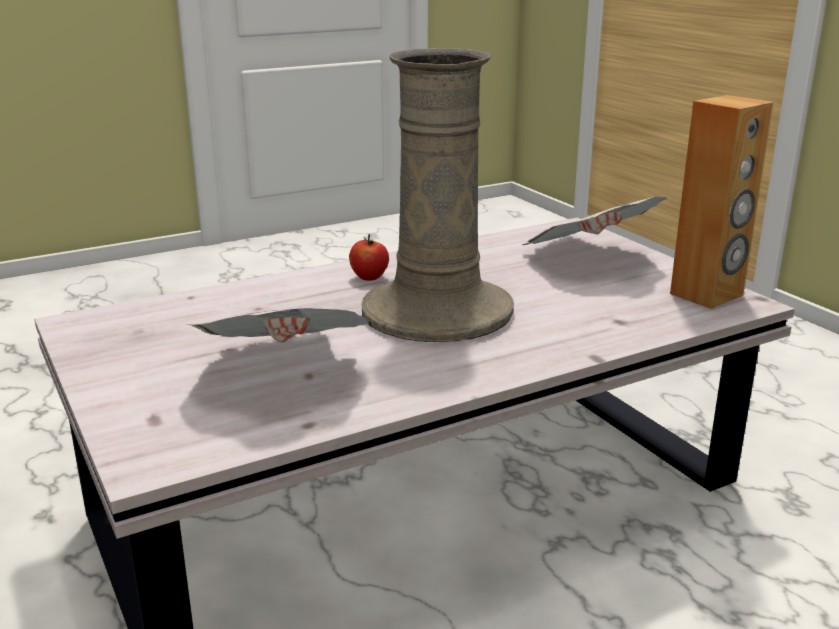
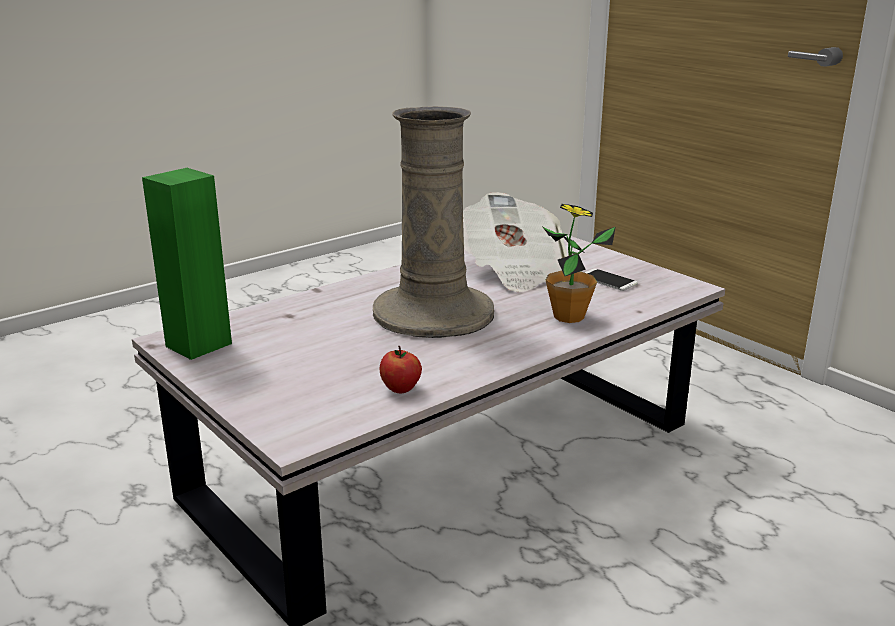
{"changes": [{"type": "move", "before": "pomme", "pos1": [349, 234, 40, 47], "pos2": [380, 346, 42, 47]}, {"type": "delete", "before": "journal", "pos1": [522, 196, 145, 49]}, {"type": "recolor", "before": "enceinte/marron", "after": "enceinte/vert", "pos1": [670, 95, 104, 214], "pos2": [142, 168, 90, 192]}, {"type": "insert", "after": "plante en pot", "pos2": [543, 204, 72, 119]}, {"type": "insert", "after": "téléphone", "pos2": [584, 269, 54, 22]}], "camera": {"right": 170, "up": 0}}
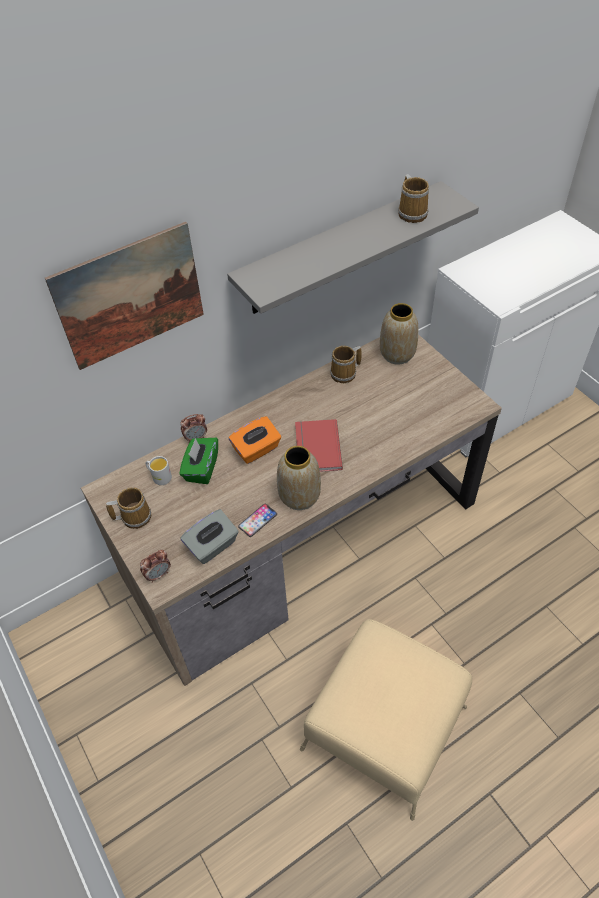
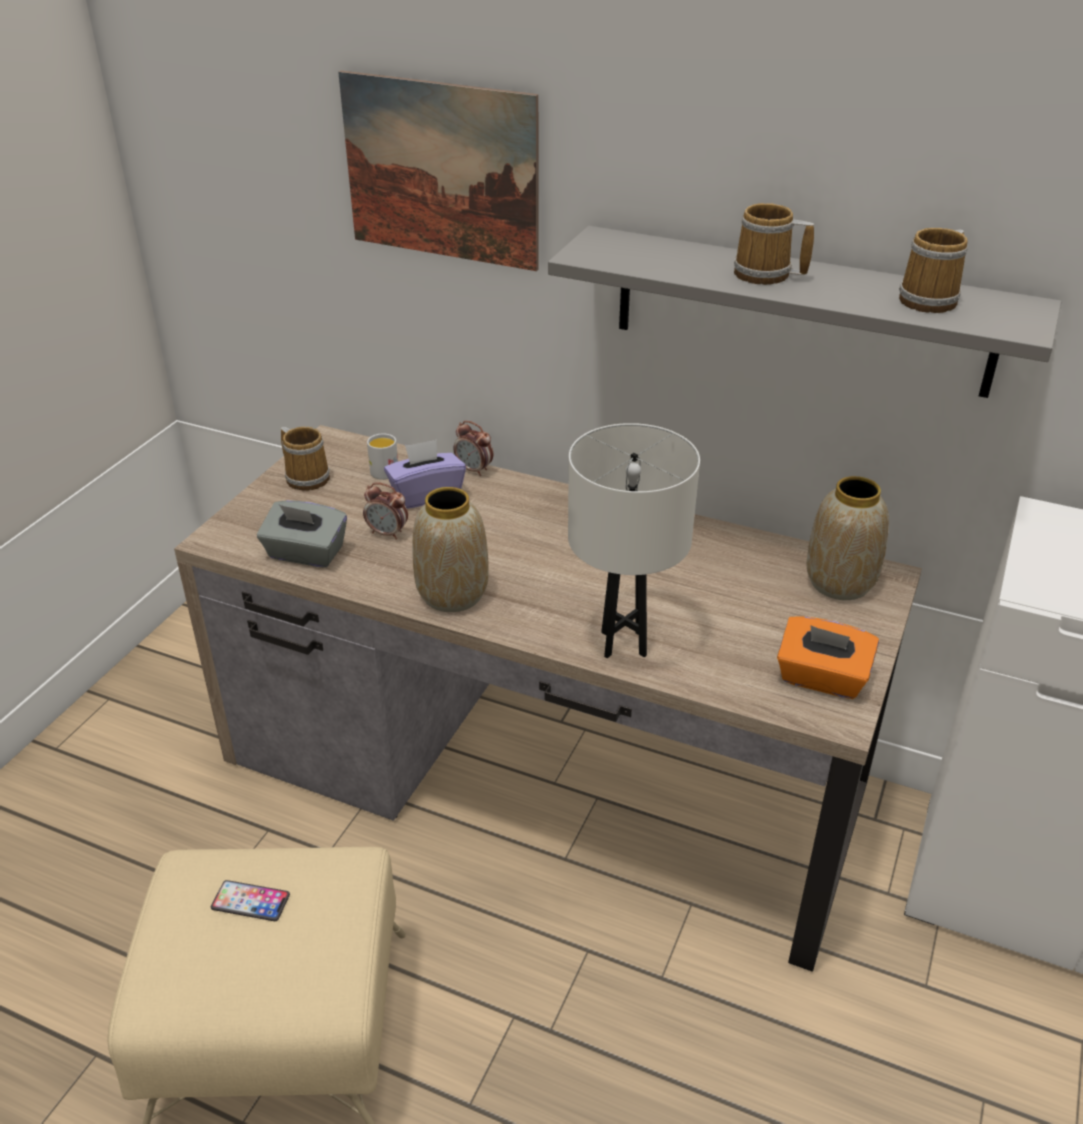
{"changes": [{"type": "move", "before": "réveil", "pos1": [140, 550, 31, 33], "pos2": [363, 483, 45, 57]}, {"type": "recolor", "before": "boîte à mouchoirs/vert", "after": "boîte à mouchoirs/violet", "pos1": [179, 438, 39, 46], "pos2": [384, 440, 82, 69]}, {"type": "move", "before": "boîte à mouchoirs/orange", "pos1": [229, 416, 52, 48], "pos2": [777, 616, 102, 83]}, {"type": "move", "before": "téléphone", "pos1": [238, 504, 39, 33], "pos2": [211, 880, 79, 41]}, {"type": "delete", "before": "livre/rouge", "pos1": [295, 419, 48, 53]}, {"type": "move", "before": "mug", "pos1": [330, 346, 32, 37], "pos2": [734, 203, 80, 82]}, {"type": "insert", "after": "lampe de table/blanc", "pos2": [568, 423, 132, 235]}], "camera": {"right": 55, "up": -15}}
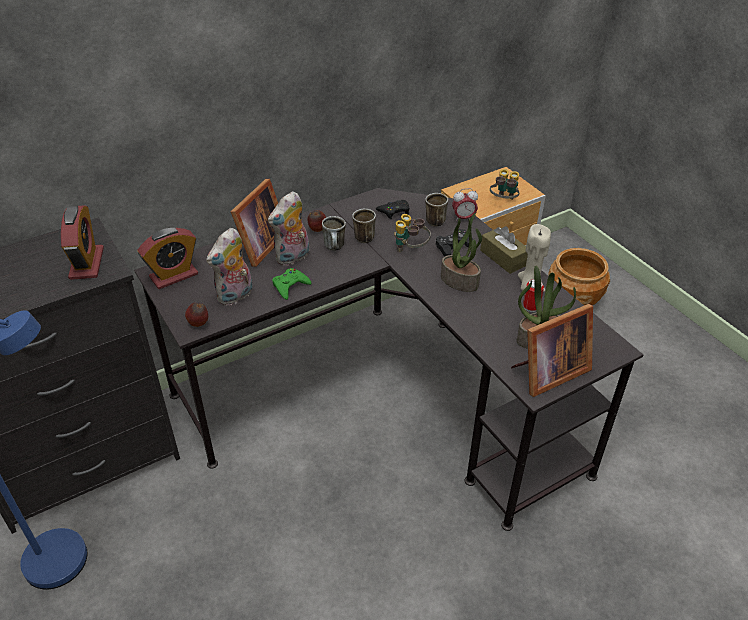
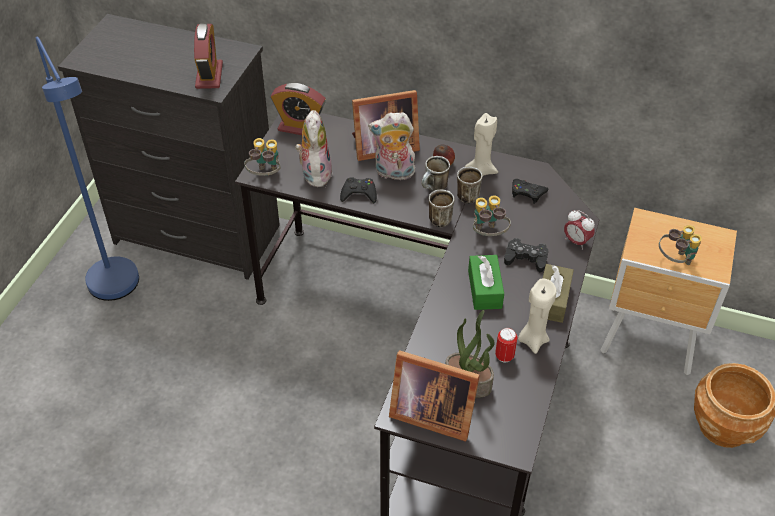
{"changes": [{"type": "rotate", "before": "réveil", "pos1": [61, 205, 43, 75], "pos2": [194, 23, 29, 66], "turn": -45}, {"type": "replace", "before": "pomme", "after": "jumelles", "pos1": [185, 303, 23, 24], "pos2": [244, 138, 36, 38]}, {"type": "rotate", "before": "peluche", "pos1": [206, 228, 47, 78], "pos2": [295, 110, 38, 77], "turn": 90}, {"type": "recolor", "before": "manette/vert", "after": "manette/noir", "pos1": [272, 268, 39, 32], "pos2": [340, 177, 37, 26]}, {"type": "move", "before": "mug", "pos1": [425, 193, 23, 34], "pos2": [429, 190, 25, 37]}, {"type": "replace", "before": "plante en pot", "after": "boîte à mouchoirs/vert", "pos1": [441, 213, 41, 79], "pos2": [468, 255, 36, 55]}, {"type": "insert", "after": "bougie/beige", "pos2": [465, 113, 33, 63]}], "camera": {"right": 50, "up": 5}}
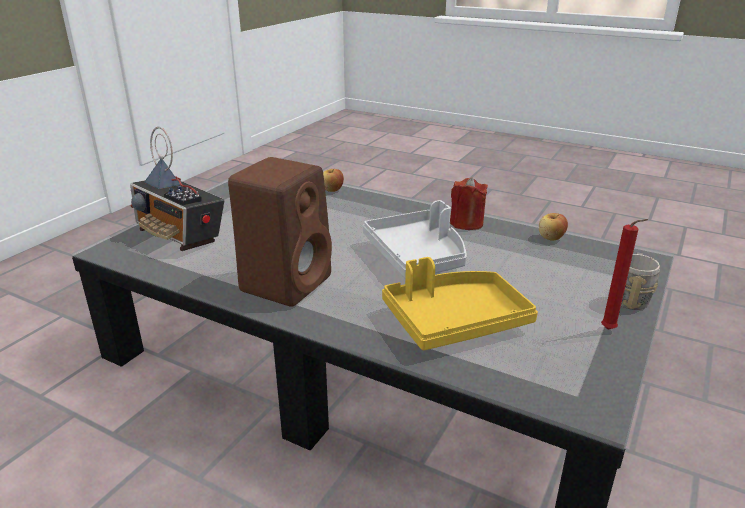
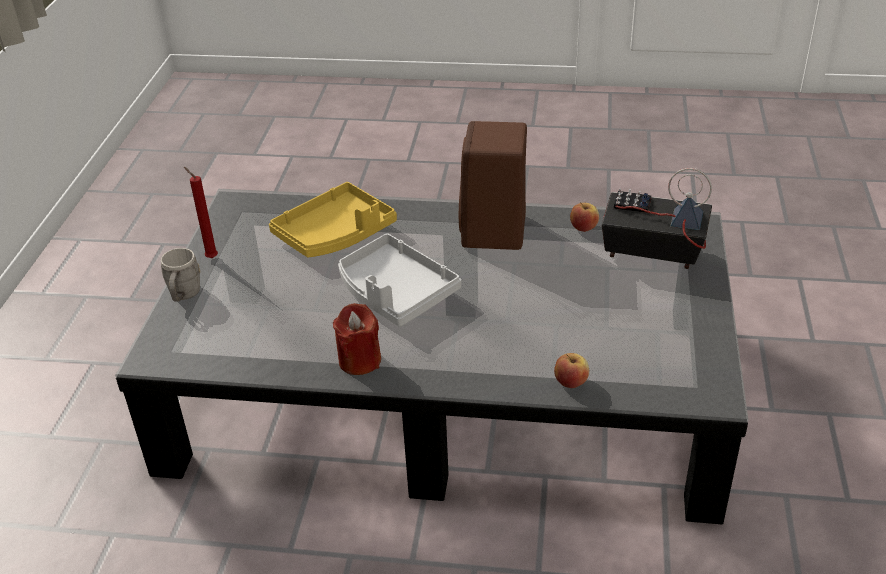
{"changes": [{"type": "move", "before": "pomme", "pos1": [539, 213, 29, 28], "pos2": [570, 202, 29, 30]}], "camera": {"right": 160, "up": 10}}
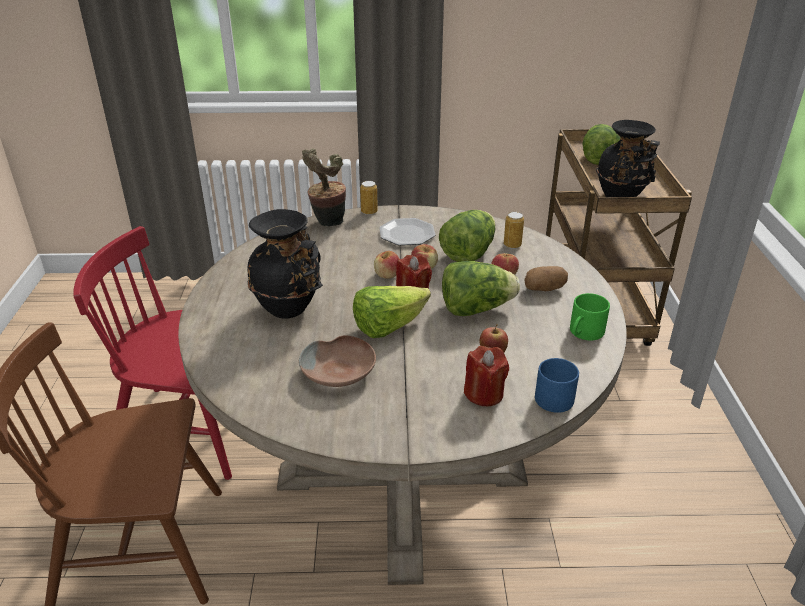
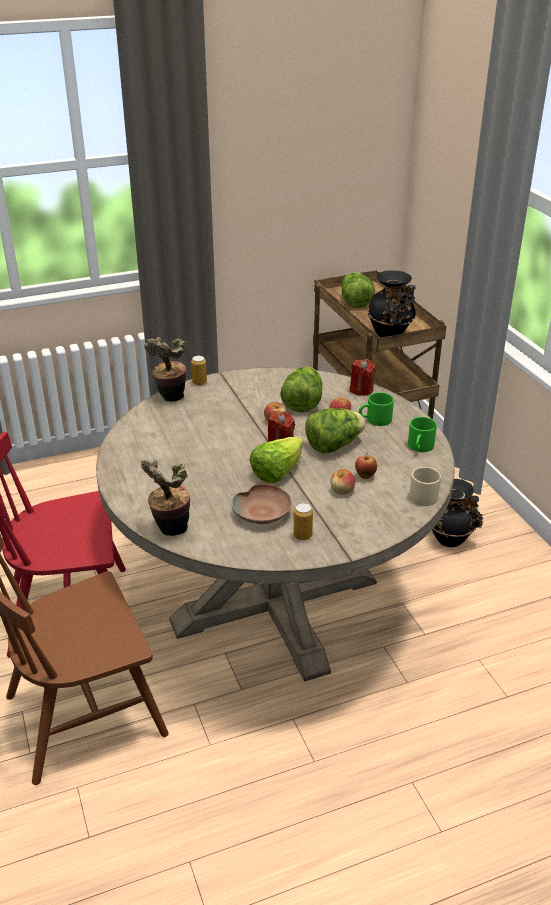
{"changes": [{"type": "move", "before": "vase/noir", "pos1": [248, 209, 75, 110], "pos2": [432, 479, 51, 68]}, {"type": "move", "before": "pomme", "pos1": [374, 251, 25, 28], "pos2": [330, 469, 25, 26]}, {"type": "delete", "before": "assiette", "pos1": [379, 218, 56, 28]}, {"type": "move", "before": "bougie/rouge", "pos1": [464, 346, 45, 60], "pos2": [350, 359, 26, 37]}, {"type": "move", "before": "boîte métallique", "pos1": [504, 212, 20, 37], "pos2": [294, 503, 19, 37]}, {"type": "replace", "before": "pomme de terre", "after": "mug/vert", "pos1": [524, 266, 44, 25], "pos2": [359, 392, 35, 34]}, {"type": "recolor", "before": "mug/bleu", "after": "mug/beige", "pos1": [535, 358, 44, 55], "pos2": [410, 467, 31, 39]}, {"type": "insert", "after": "plante en pot", "pos2": [141, 459, 49, 77]}], "camera": {"right": -20, "up": 0}}
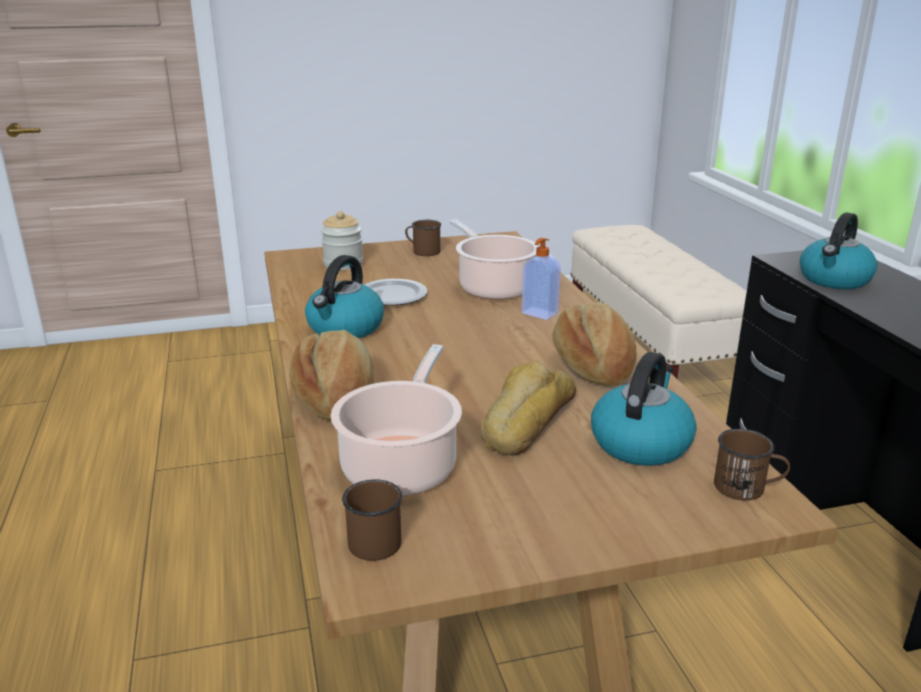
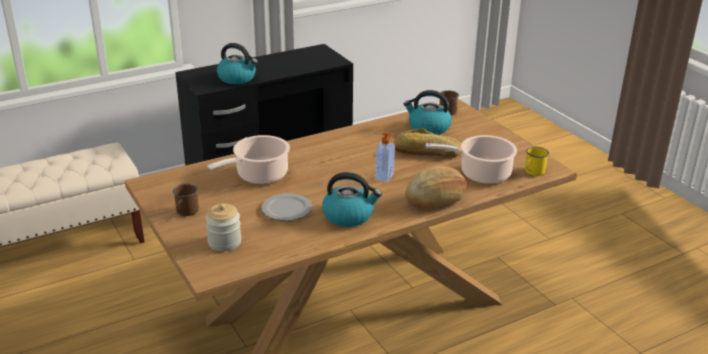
{"changes": [{"type": "recolor", "before": "mug/marron", "after": "mug/jaune", "pos1": [342, 479, 60, 82], "pos2": [525, 147, 24, 29]}, {"type": "move", "before": "distributeur de savon", "pos1": [522, 238, 39, 82], "pos2": [375, 132, 20, 50]}, {"type": "delete", "before": "pain", "pos1": [553, 302, 83, 84]}], "camera": {"right": -105, "up": 5}}
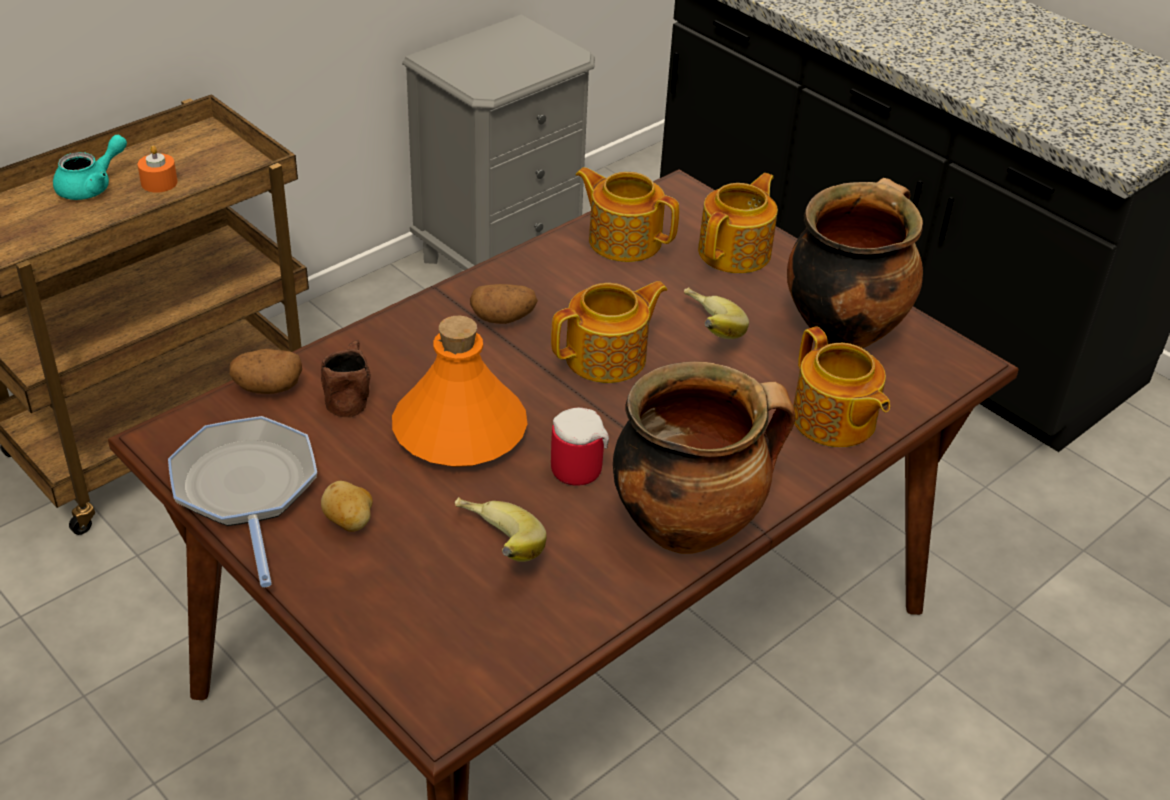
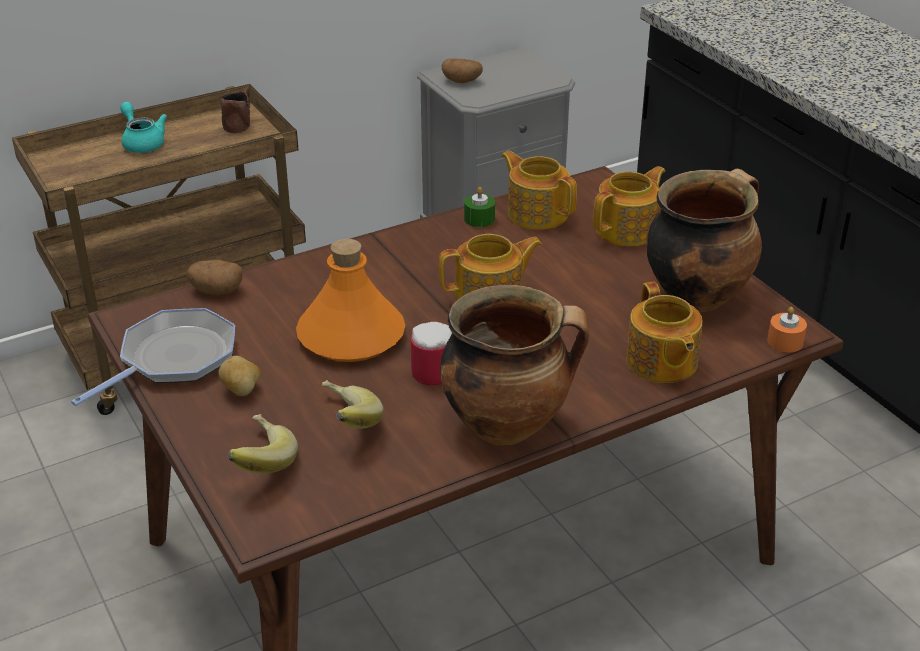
{"changes": [{"type": "rotate", "before": "théière/turquoise", "pos1": [53, 135, 74, 65], "pos2": [120, 102, 47, 51], "turn": -90}, {"type": "move", "before": "bougie/orange", "pos1": [138, 146, 39, 47], "pos2": [767, 307, 40, 45]}, {"type": "rotate", "before": "poêle", "pos1": [168, 416, 149, 171], "pos2": [71, 308, 164, 98], "turn": 45}, {"type": "move", "before": "mug/marron", "pos1": [321, 340, 50, 77], "pos2": [220, 88, 30, 45]}, {"type": "move", "before": "pomme de terre", "pos1": [470, 284, 68, 40], "pos2": [442, 58, 41, 25]}, {"type": "move", "before": "banane", "pos1": [684, 287, 65, 52], "pos2": [227, 414, 71, 59]}, {"type": "insert", "after": "bougie/vert", "pos2": [464, 187, 31, 40]}], "camera": {"right": 15, "up": -5}}
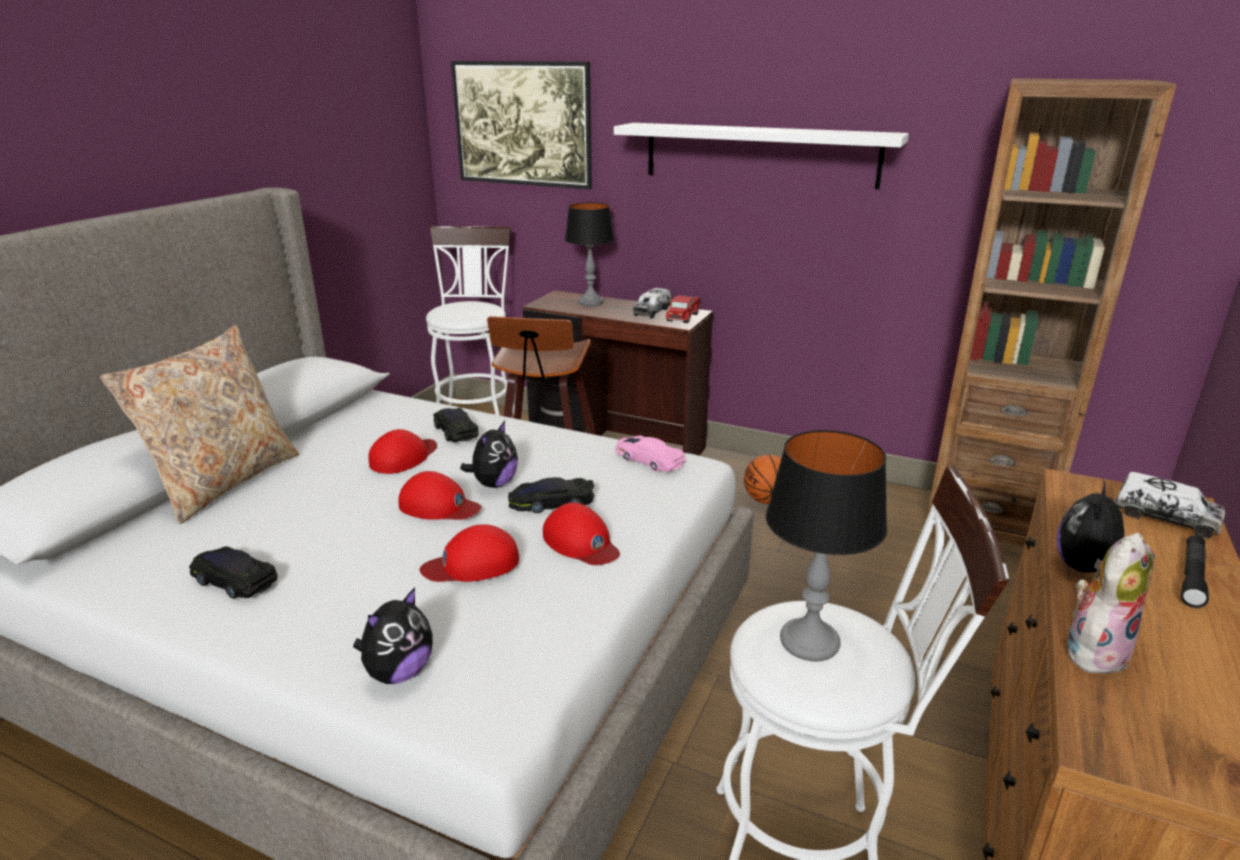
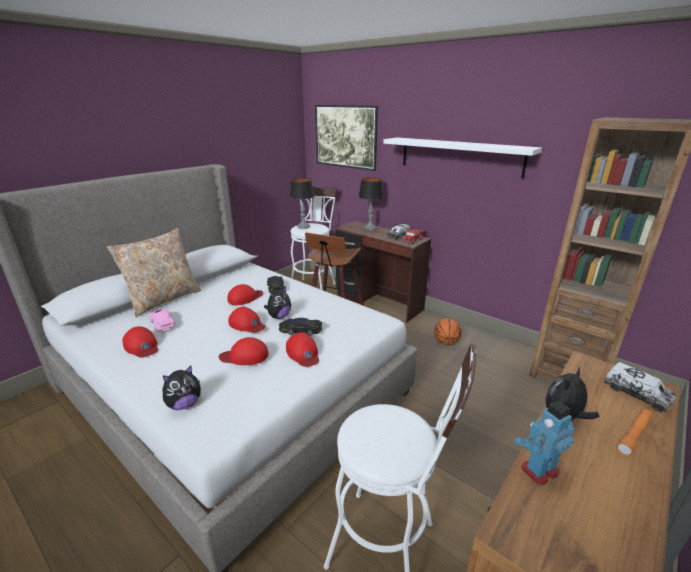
{"changes": [{"type": "replace", "before": "petite voiture/noir", "after": "casquette/rouge", "pos1": [189, 546, 89, 53], "pos2": [122, 326, 36, 32]}, {"type": "move", "before": "petite voiture/rose", "pos1": [616, 435, 70, 37], "pos2": [150, 309, 25, 23]}, {"type": "move", "before": "lampe de table", "pos1": [766, 430, 121, 232], "pos2": [290, 178, 24, 51]}, {"type": "replace", "before": "peluche", "after": "robot jouet", "pos1": [1067, 533, 87, 145], "pos2": [514, 400, 61, 85]}, {"type": "recolor", "before": "lampe de poche/noir", "after": "lampe de poche/orange", "pos1": [1181, 535, 28, 73], "pos2": [616, 409, 36, 48]}], "camera": {"right": 15, "up": 0}}
